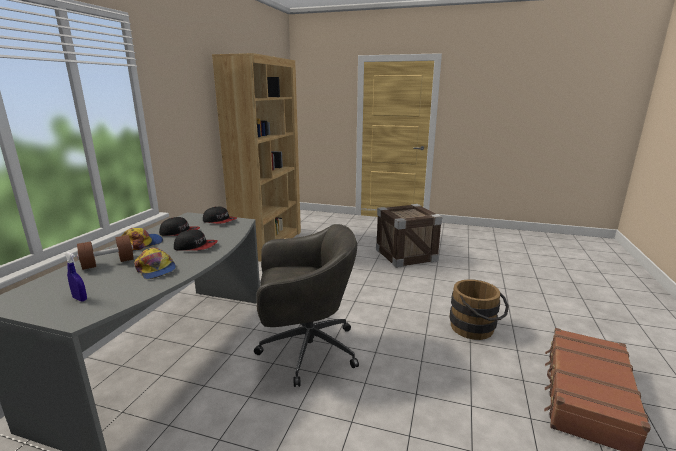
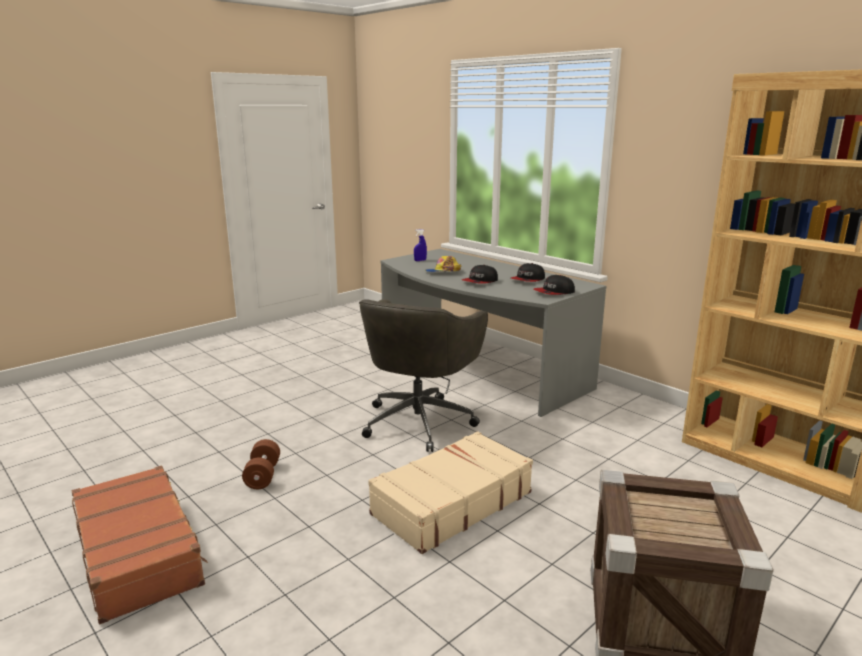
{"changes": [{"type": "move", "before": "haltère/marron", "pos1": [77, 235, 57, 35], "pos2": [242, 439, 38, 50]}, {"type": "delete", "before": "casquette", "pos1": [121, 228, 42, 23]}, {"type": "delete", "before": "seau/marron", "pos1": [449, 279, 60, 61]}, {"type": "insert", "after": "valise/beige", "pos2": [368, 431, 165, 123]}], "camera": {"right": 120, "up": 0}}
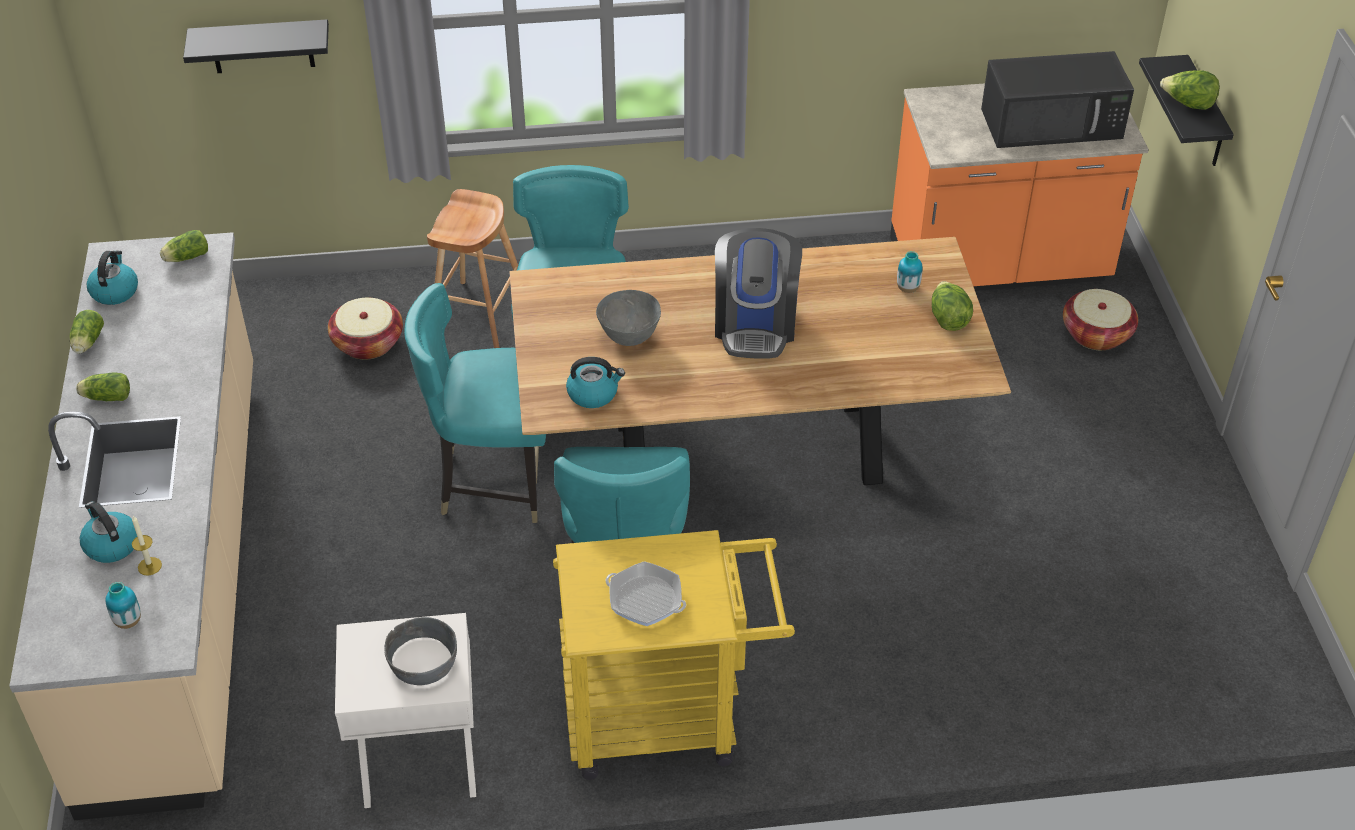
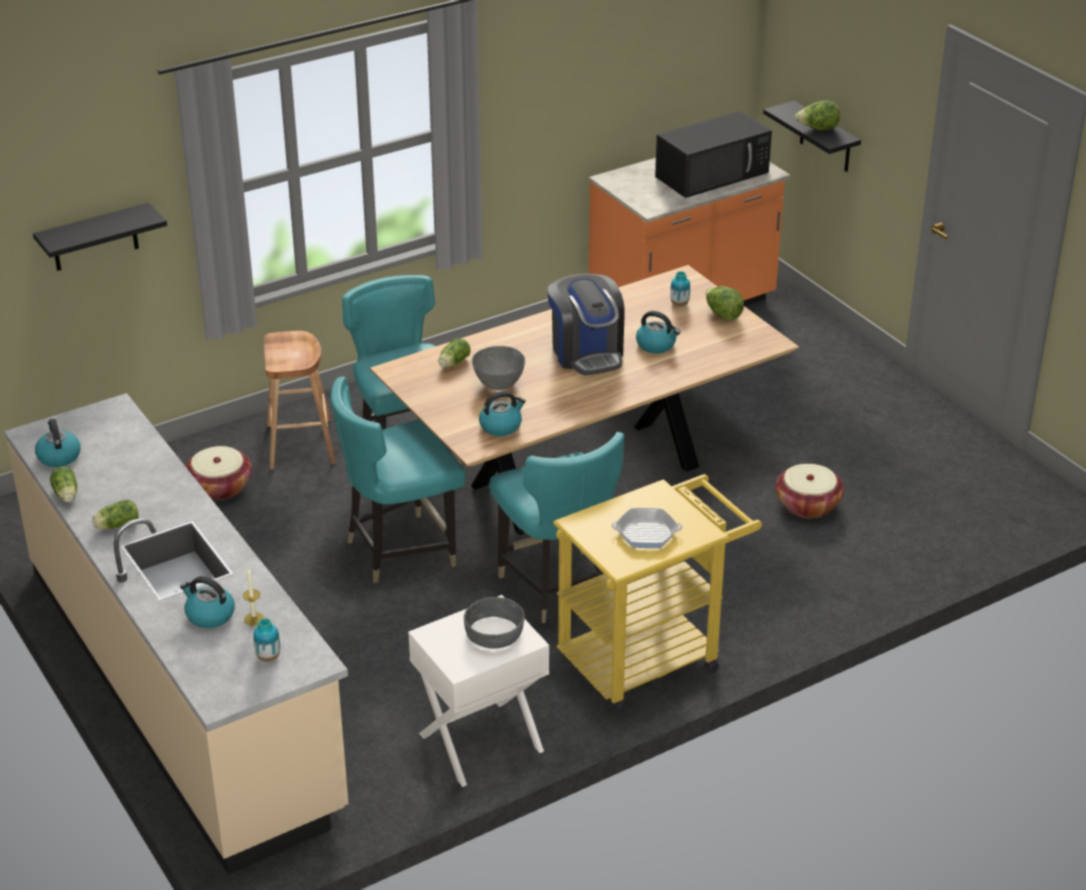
{"changes": [{"type": "move", "before": "laitue", "pos1": [160, 230, 48, 32], "pos2": [438, 338, 33, 30]}, {"type": "move", "before": "panier", "pos1": [1063, 289, 75, 61], "pos2": [775, 464, 69, 54]}, {"type": "insert", "after": "bouilloire", "pos2": [636, 311, 45, 43]}], "camera": {"right": -25, "up": -10}}
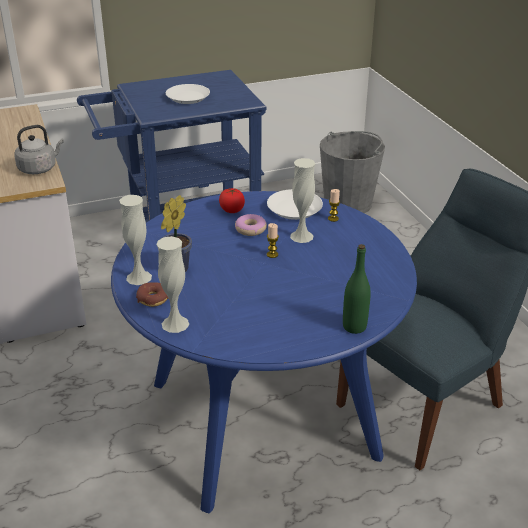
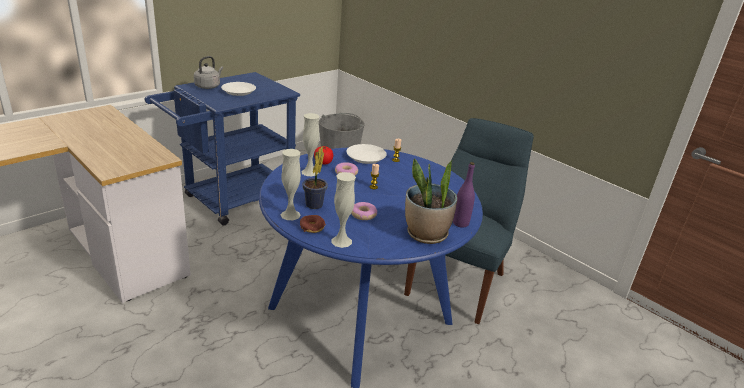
{"changes": [{"type": "move", "before": "bouilloire/gris", "pos1": [14, 125, 50, 49], "pos2": [194, 56, 29, 33]}, {"type": "move", "before": "vase/blanc", "pos1": [290, 158, 25, 85], "pos2": [301, 113, 19, 63]}, {"type": "recolor", "before": "bouteille/vert", "after": "bouteille/violet", "pos1": [343, 244, 28, 90], "pos2": [453, 162, 22, 66]}, {"type": "insert", "after": "beignet", "pos2": [351, 202, 26, 18]}, {"type": "insert", "after": "plante en pot", "pos2": [405, 158, 52, 86]}], "camera": {"right": -25, "up": -5}}
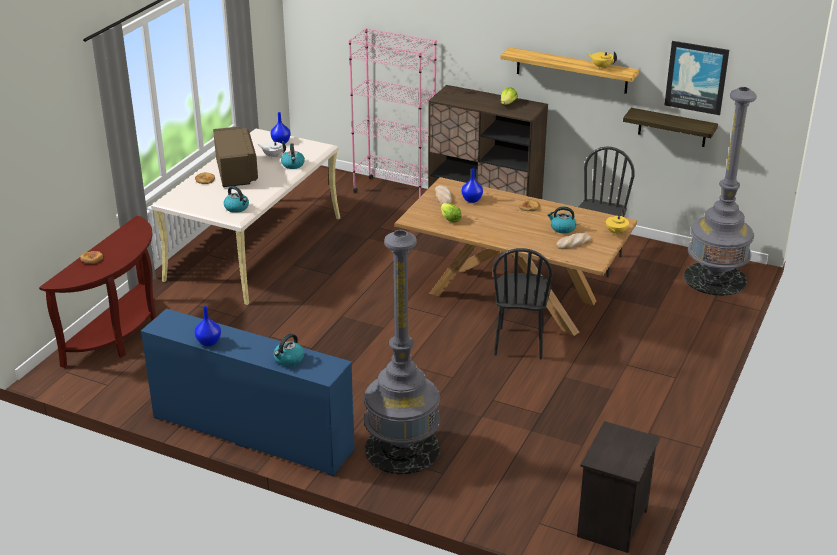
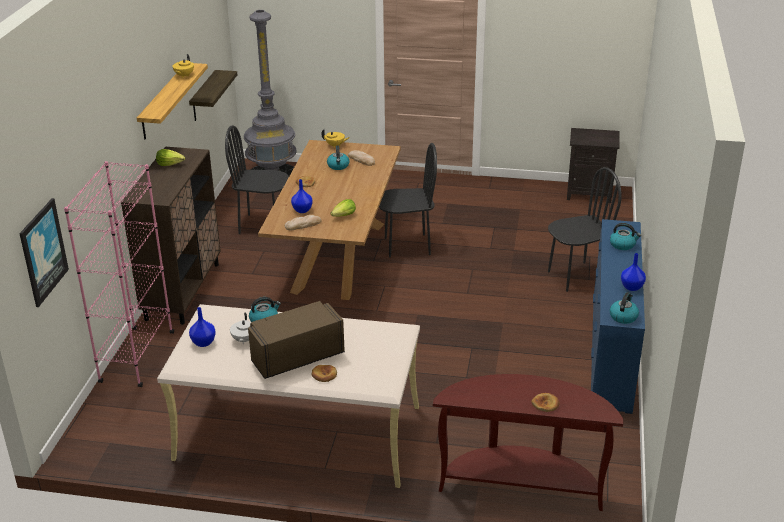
{"changes": [{"type": "move", "before": "bouilloire", "pos1": [224, 186, 25, 27], "pos2": [609, 292, 30, 32]}, {"type": "replace", "before": "lampadaire/gris", "after": "chaise/noir", "pos1": [364, 230, 76, 244], "pos2": [548, 167, 74, 125]}, {"type": "move", "before": "tableau", "pos1": [665, 41, 64, 74], "pos2": [19, 198, 50, 109]}], "camera": {"right": -105, "up": 0}}
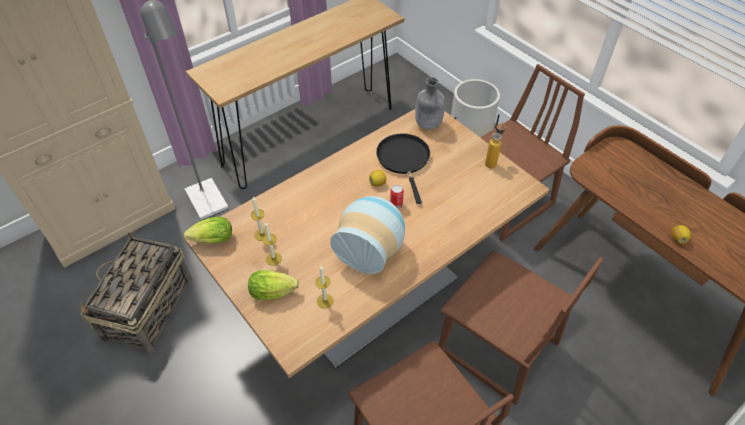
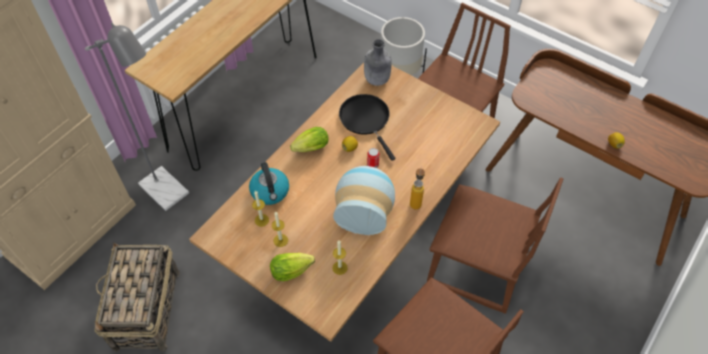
{"changes": [{"type": "move", "before": "laitue", "pos1": [184, 217, 48, 26], "pos2": [290, 127, 39, 25]}, {"type": "move", "before": "bouteille", "pos1": [485, 121, 20, 47], "pos2": [410, 167, 15, 43]}, {"type": "insert", "after": "bouilloire", "pos2": [249, 162, 40, 43]}], "camera": {"right": -15, "up": 5}}
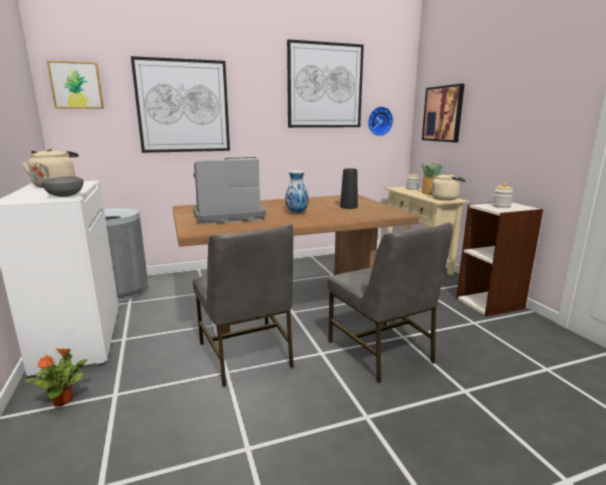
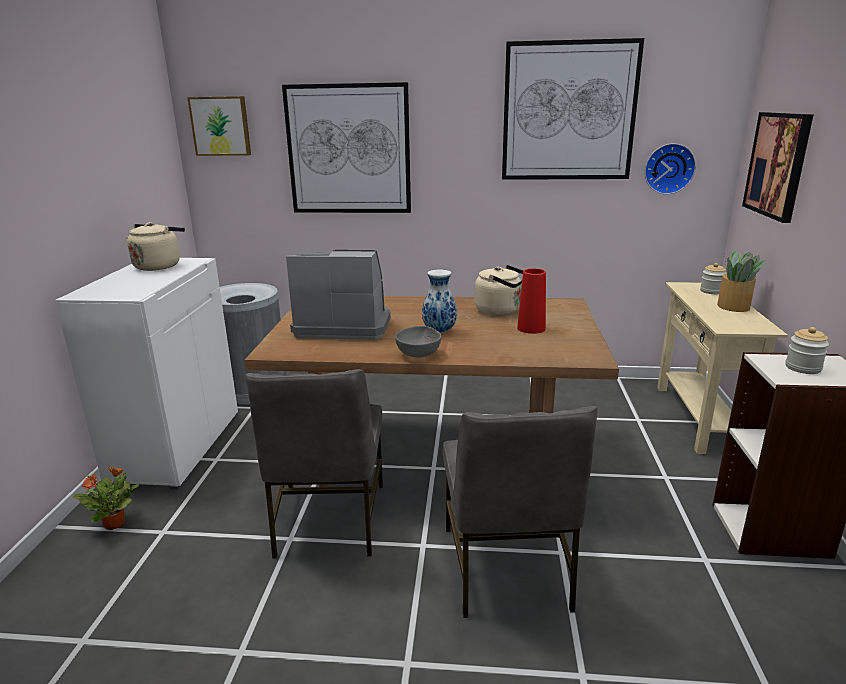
{"changes": [{"type": "move", "before": "bol/gris", "pos1": [41, 176, 42, 21], "pos2": [395, 326, 47, 31]}, {"type": "recolor", "before": "vase/noir", "after": "vase/rouge", "pos1": [340, 168, 18, 41], "pos2": [517, 268, 29, 66]}, {"type": "move", "before": "bouilloire/beige", "pos1": [431, 173, 35, 27], "pos2": [475, 265, 49, 51]}], "camera": {"right": 25, "up": 5}}
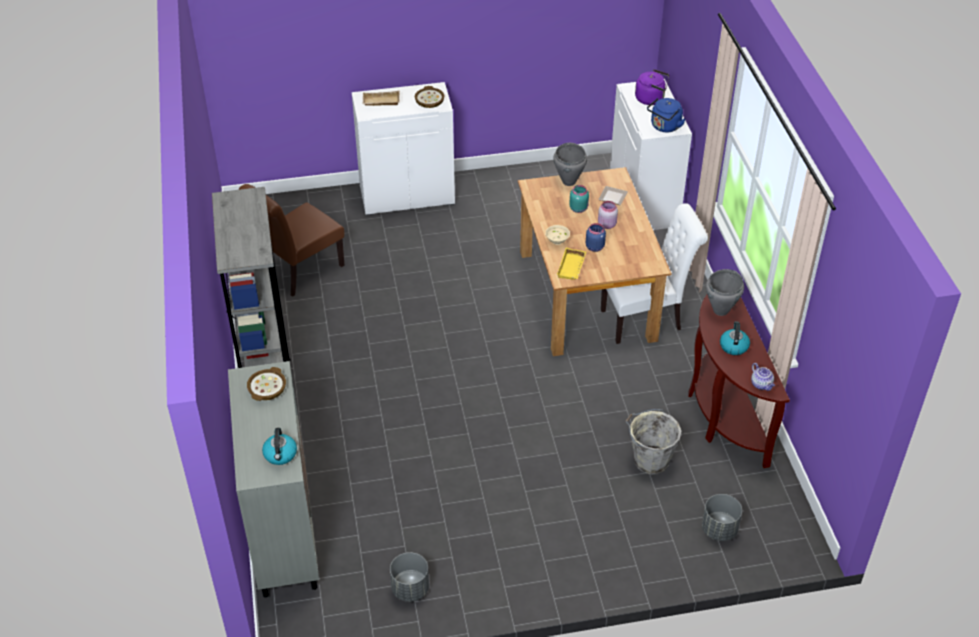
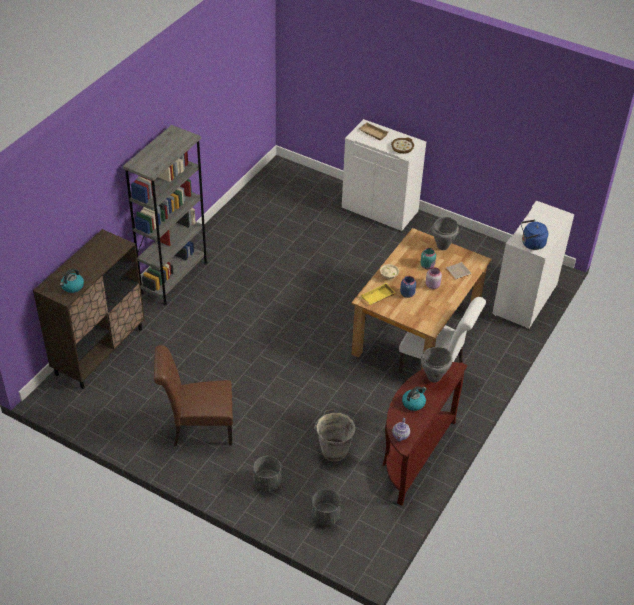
{"changes": [{"type": "recolor", "before": "meuble de rangement/gris", "after": "meuble de rangement/marron", "pos1": [228, 361, 91, 237], "pos2": [33, 229, 112, 160]}, {"type": "move", "before": "chaise/marron", "pos1": [238, 184, 107, 113], "pos2": [154, 345, 79, 101]}, {"type": "delete", "before": "bol", "pos1": [247, 367, 39, 34]}, {"type": "move", "before": "cache-pot/gris", "pos1": [390, 552, 39, 50], "pos2": [253, 456, 28, 36]}, {"type": "delete", "before": "bouilloire/violet", "pos1": [635, 69, 35, 36]}], "camera": {"right": 40, "up": 0}}
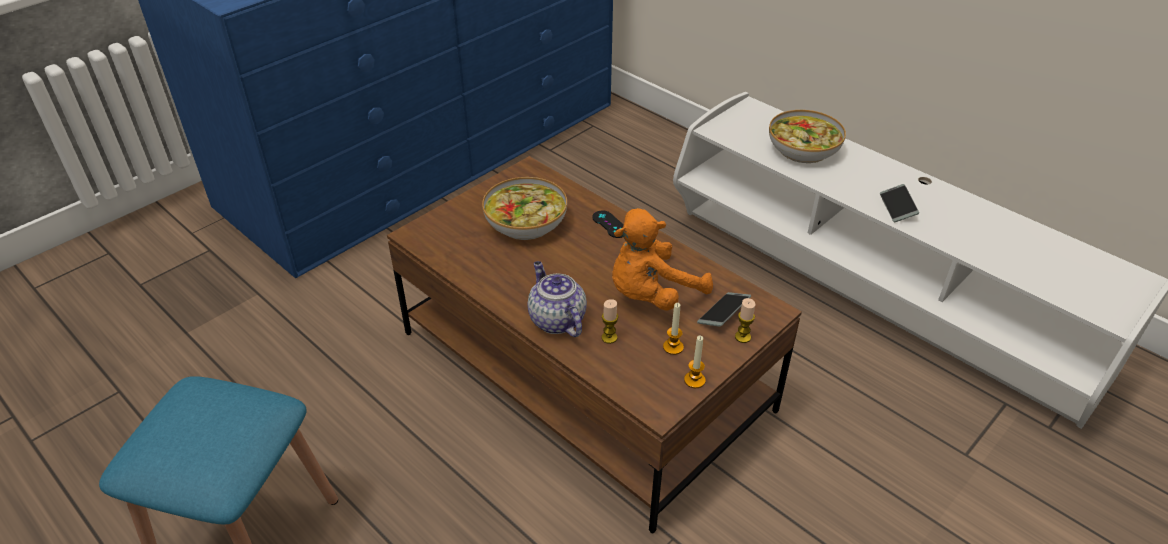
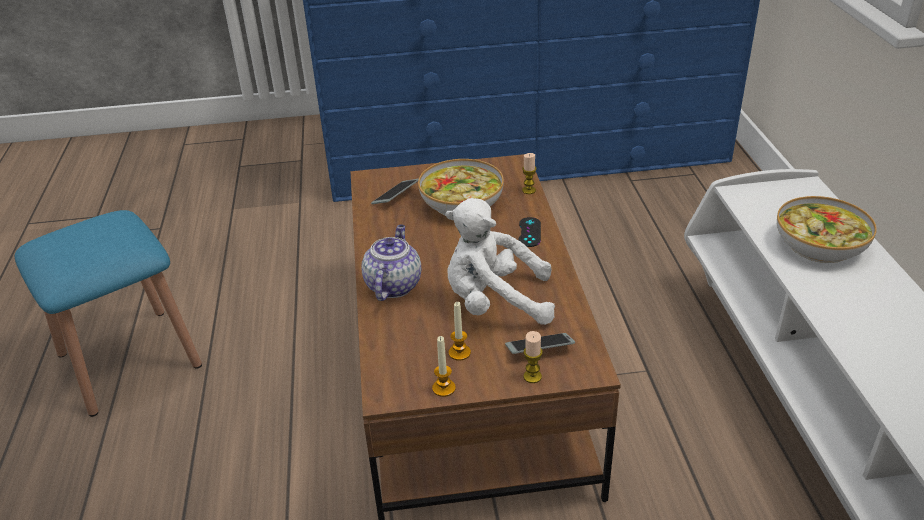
{"changes": [{"type": "move", "before": "bougie", "pos1": [601, 299, 17, 45], "pos2": [522, 153, 14, 41]}, {"type": "recolor", "before": "peluche/orange", "after": "peluche/blanc", "pos1": [612, 208, 101, 103], "pos2": [445, 198, 110, 127]}, {"type": "move", "before": "téléphone", "pos1": [880, 184, 39, 38], "pos2": [371, 179, 48, 25]}], "camera": {"right": 40, "up": -5}}
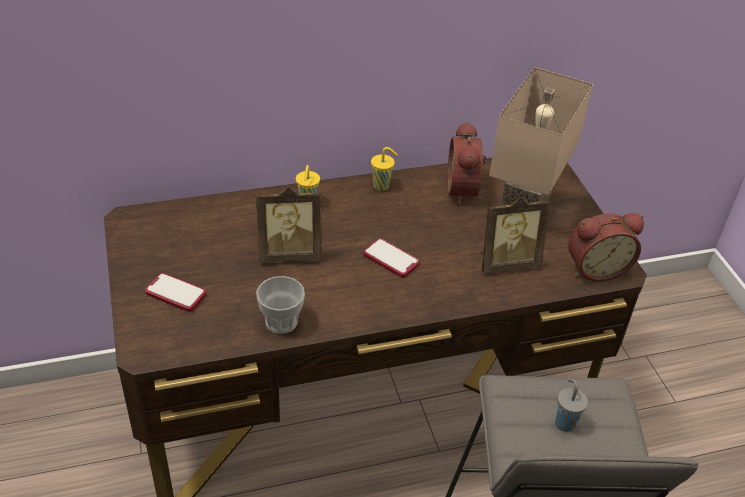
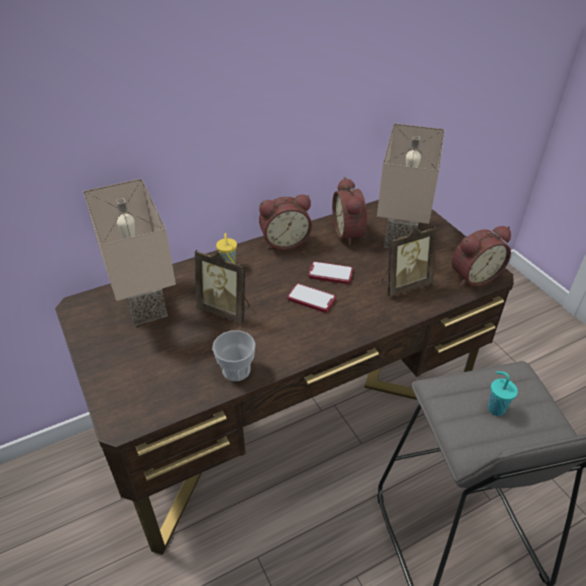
{"changes": [{"type": "move", "before": "téléphone", "pos1": [145, 273, 61, 39], "pos2": [308, 261, 45, 23]}, {"type": "rotate", "before": "cadre photo", "pos1": [256, 187, 66, 75], "pos2": [195, 250, 55, 74], "turn": 45}, {"type": "replace", "before": "tasse/jaune", "after": "réveil", "pos1": [371, 147, 27, 44], "pos2": [259, 194, 53, 56]}, {"type": "recolor", "before": "tasse/gris", "after": "tasse/turquoise", "pos1": [555, 378, 33, 54], "pos2": [488, 371, 30, 45]}, {"type": "insert", "after": "lampe de table/beige", "pos2": [83, 178, 93, 148]}], "camera": {"right": -10, "up": 0}}
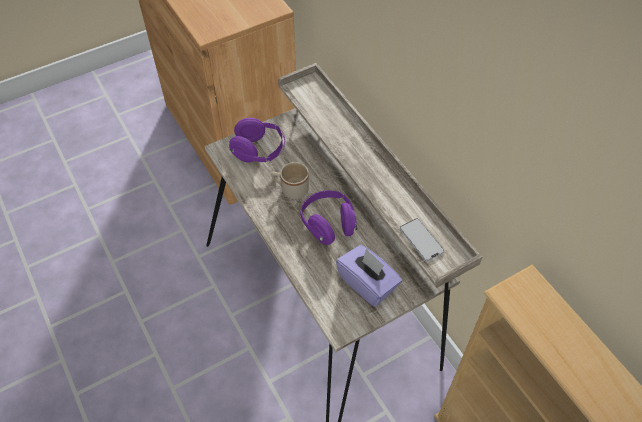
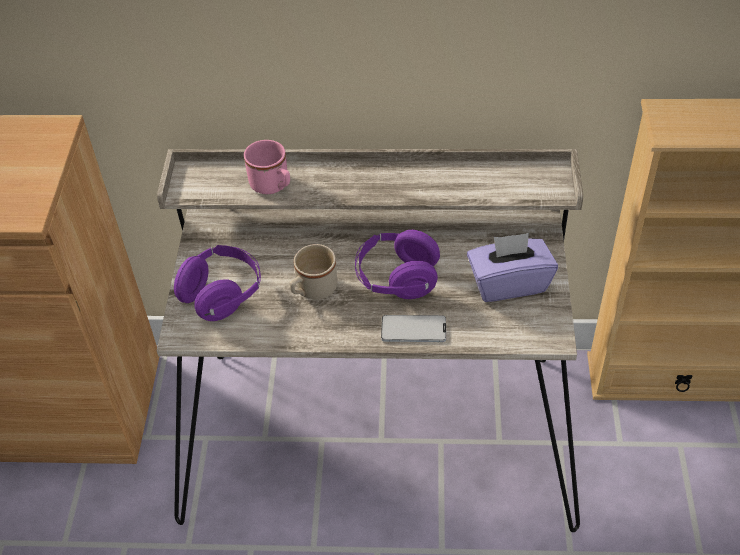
{"changes": [{"type": "move", "before": "téléphone", "pos1": [400, 218, 44, 44], "pos2": [381, 315, 65, 27]}, {"type": "insert", "after": "mug/rose", "pos2": [244, 140, 46, 54]}], "camera": {"right": -55, "up": -5}}
